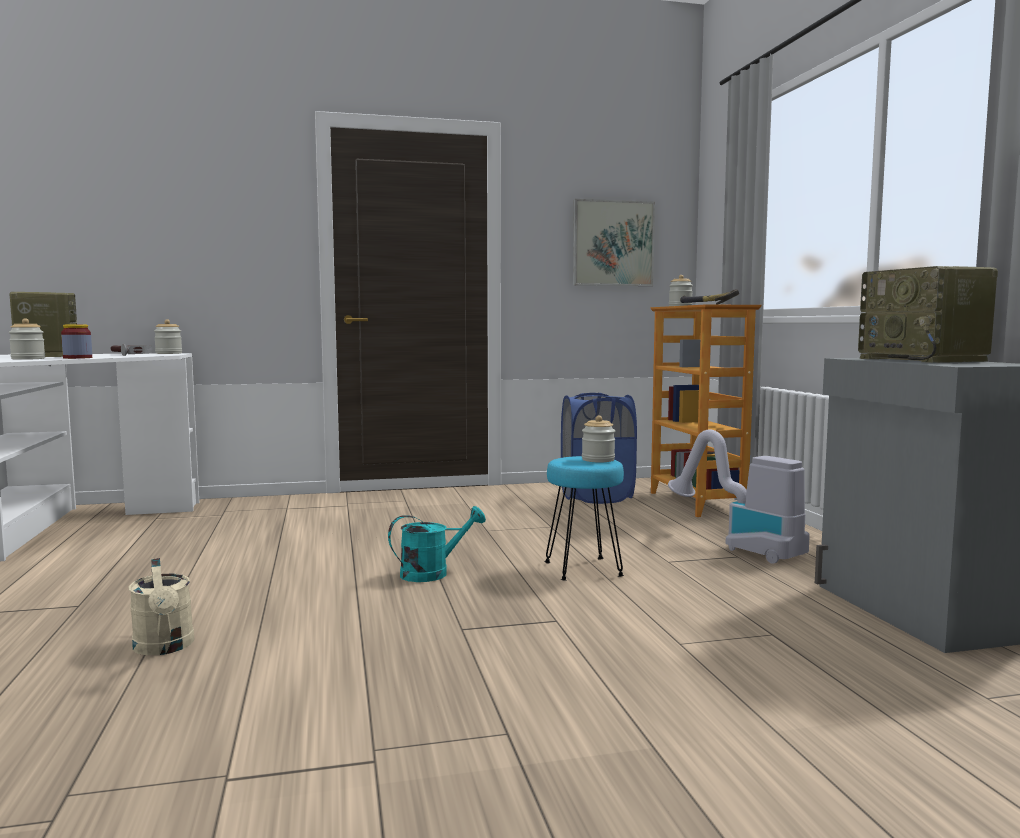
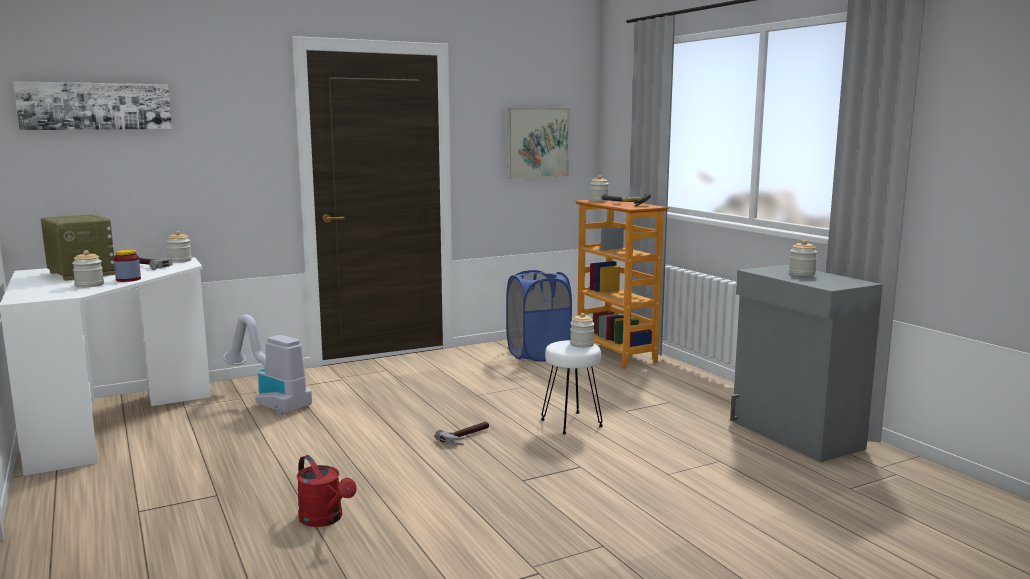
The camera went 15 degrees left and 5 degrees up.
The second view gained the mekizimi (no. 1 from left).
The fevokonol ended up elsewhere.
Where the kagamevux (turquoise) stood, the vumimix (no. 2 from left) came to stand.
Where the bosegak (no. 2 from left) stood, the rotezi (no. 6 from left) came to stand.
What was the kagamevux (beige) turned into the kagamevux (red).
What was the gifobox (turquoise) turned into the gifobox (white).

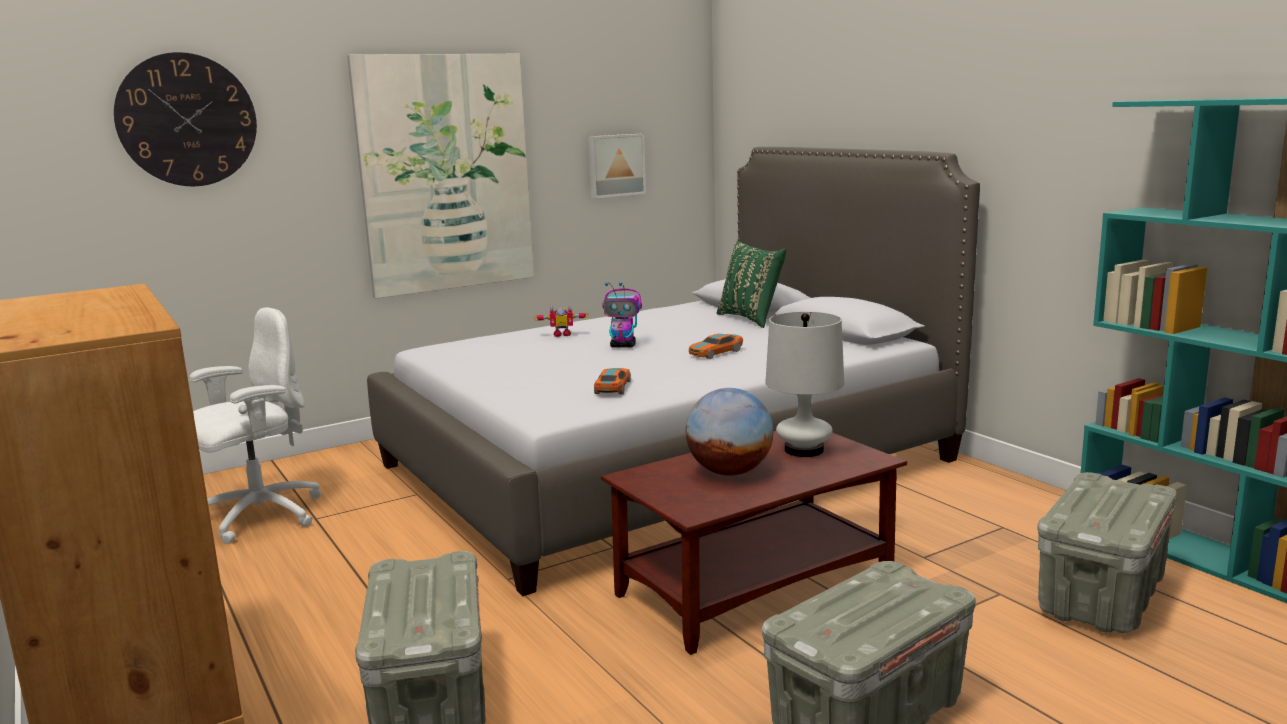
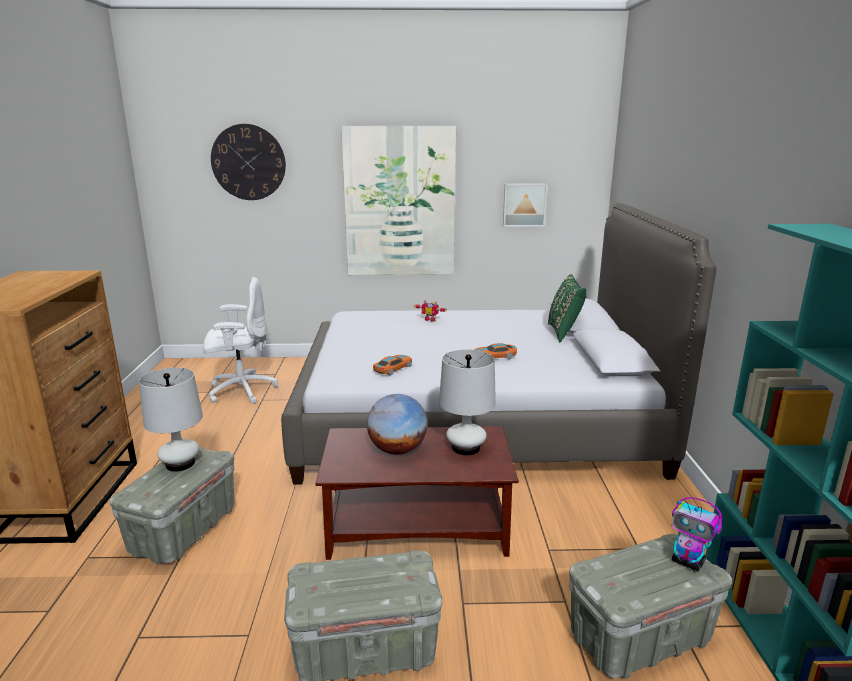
The camera went 30 degrees right and 5 degrees up.
The second view gained the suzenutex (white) (no. 1 from left).
The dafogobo (no. 2 from left) ended up elsewhere.

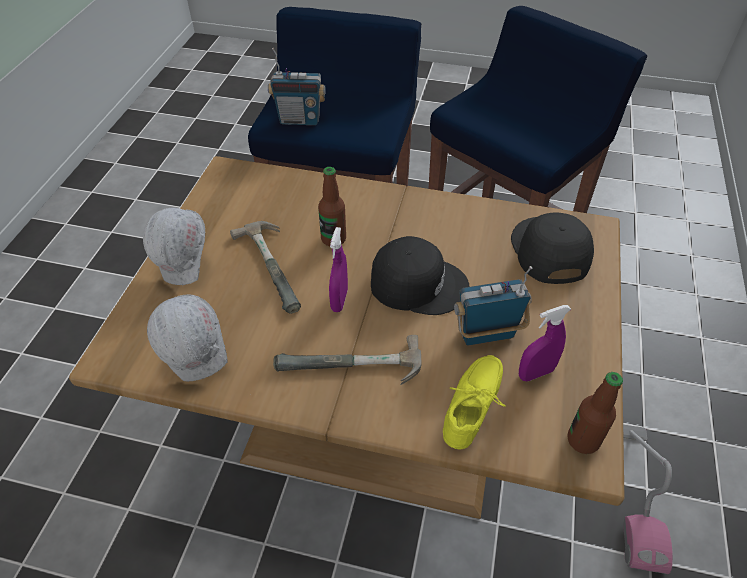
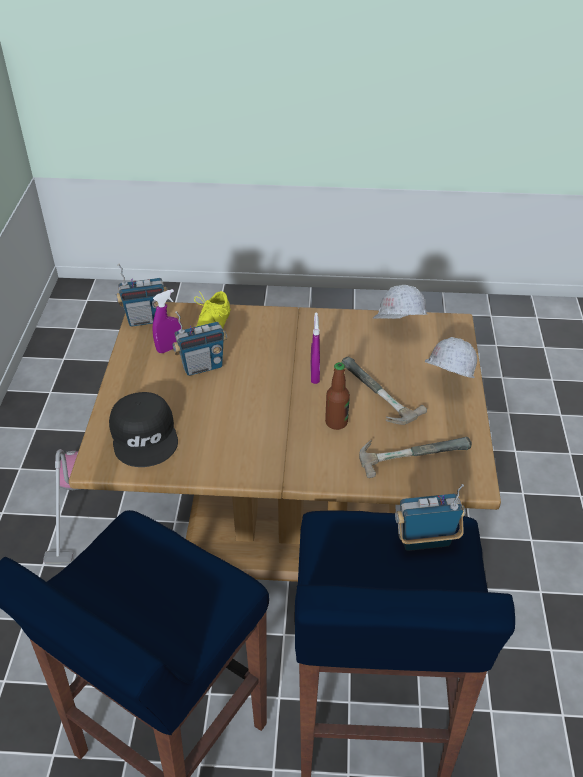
The camera went 170 degrees right and 5 degrees down.
The second view lost the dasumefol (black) (no. 1 from left).
The vumimix (no. 2 from left) ended up elsewhere.
Where the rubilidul (no. 2 from left) stood, the bosegak (no. 1 from left) came to stand.

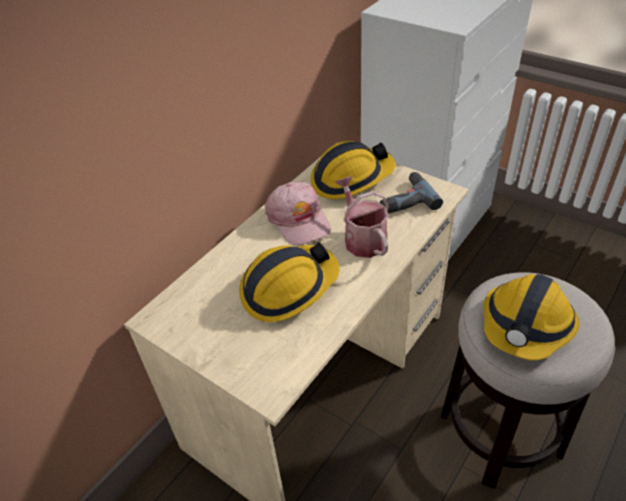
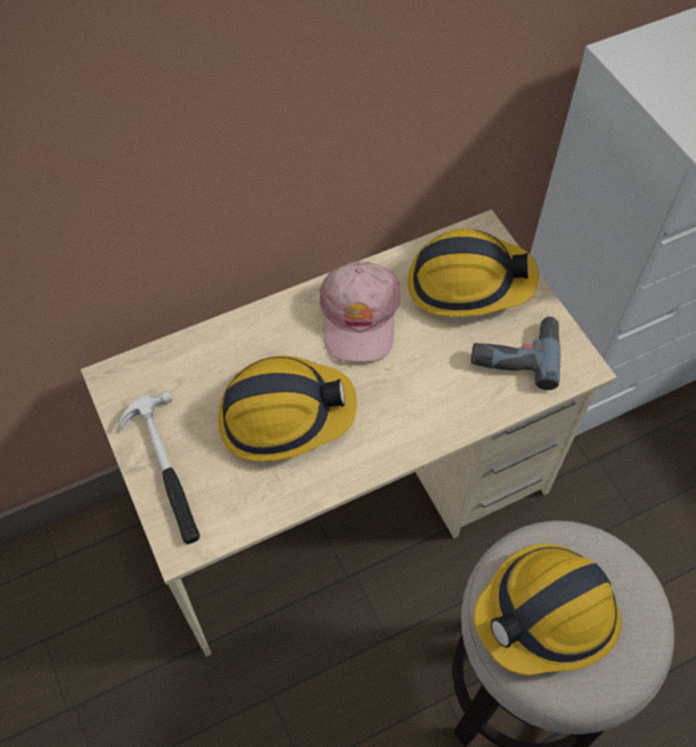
The camera went 25 degrees right and 15 degrees up.
The second view lost the kagamevux.
The second view gained the vumimix.

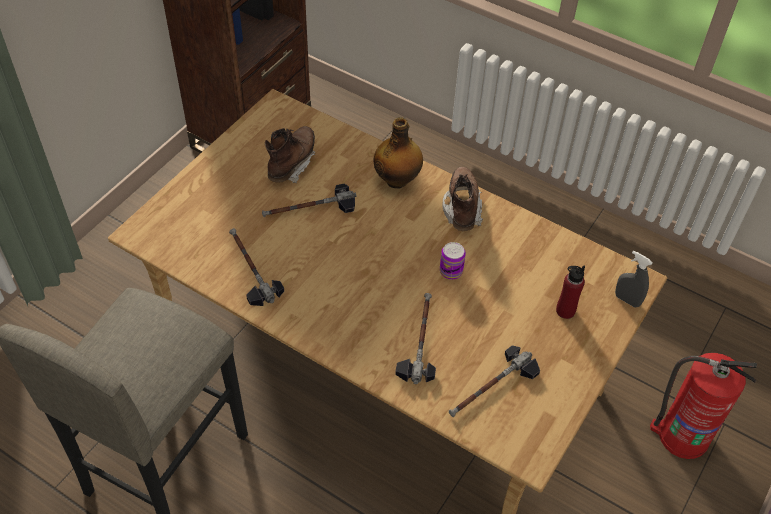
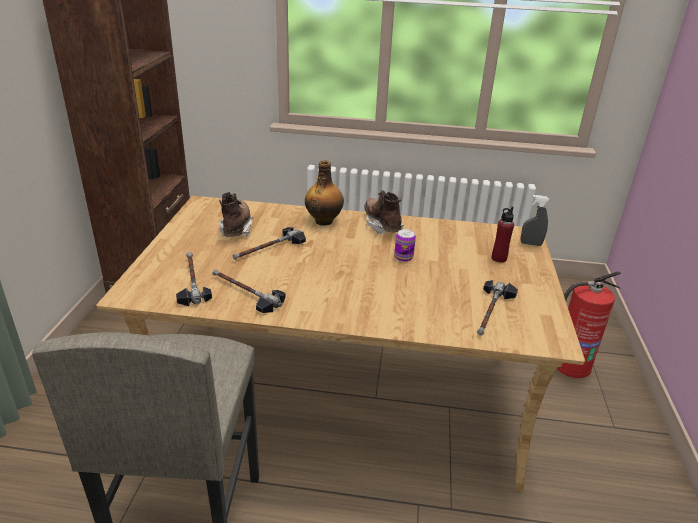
The camera went 25 degrees left and 20 degrees down.
The vumimix (no. 3 from left in the first image) ended up elsewhere.

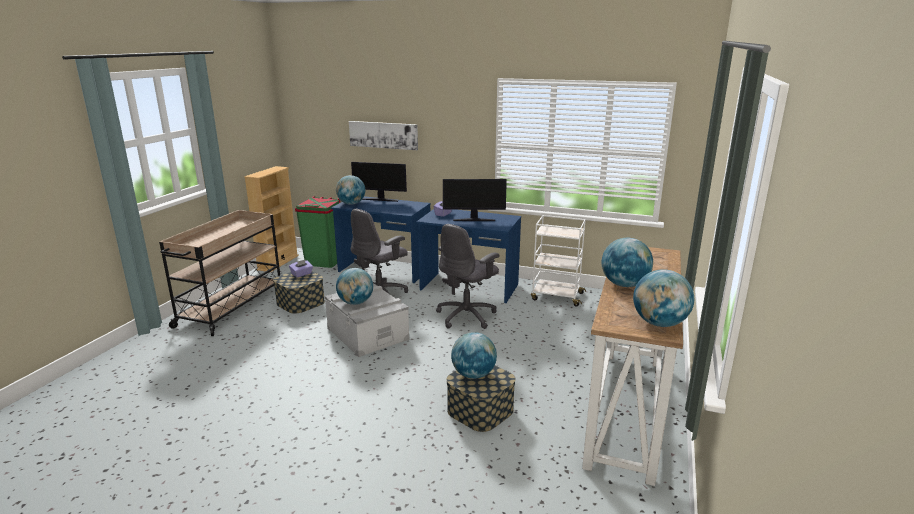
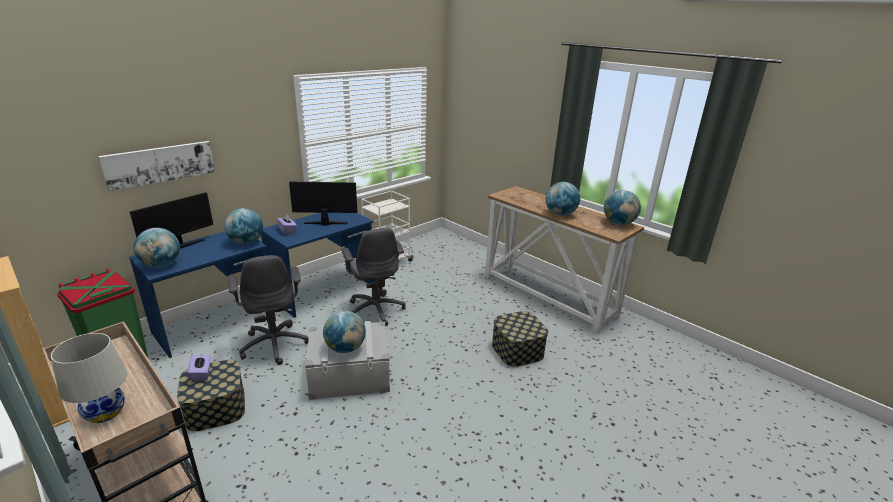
The camera went 65 degrees left and 5 degrees up.
The second view gained the suzenutex (white).
The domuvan (no. 3 from left in the first image) ended up elsewhere.
The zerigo (no. 2 from left) ended up facing another way, 120 degrees counterclockwise from before.

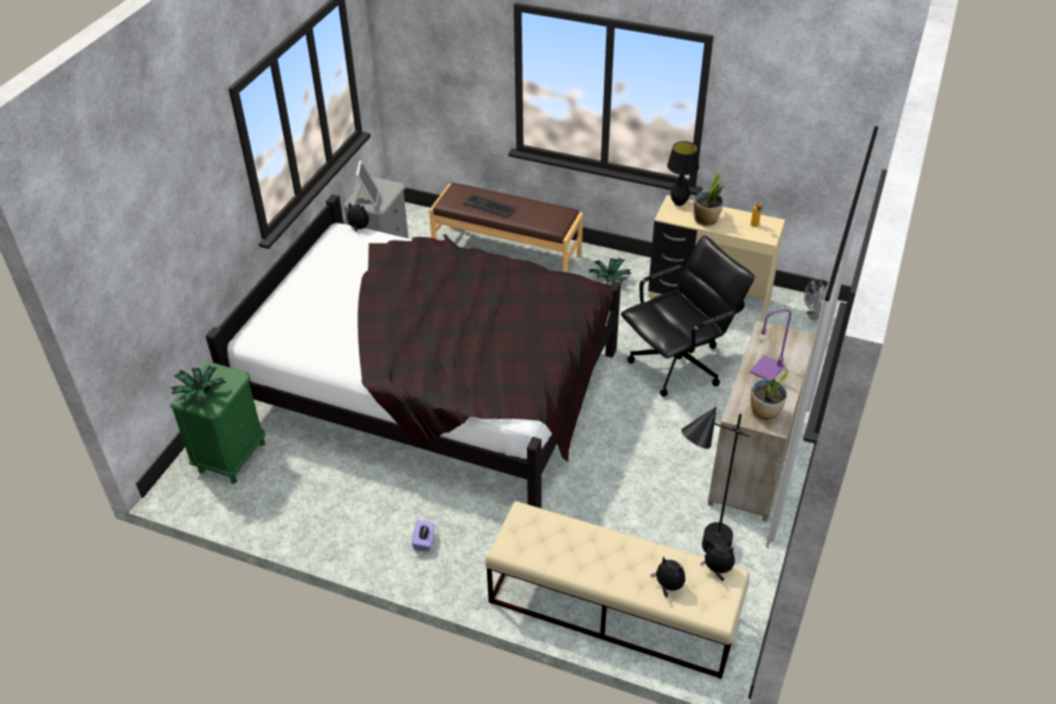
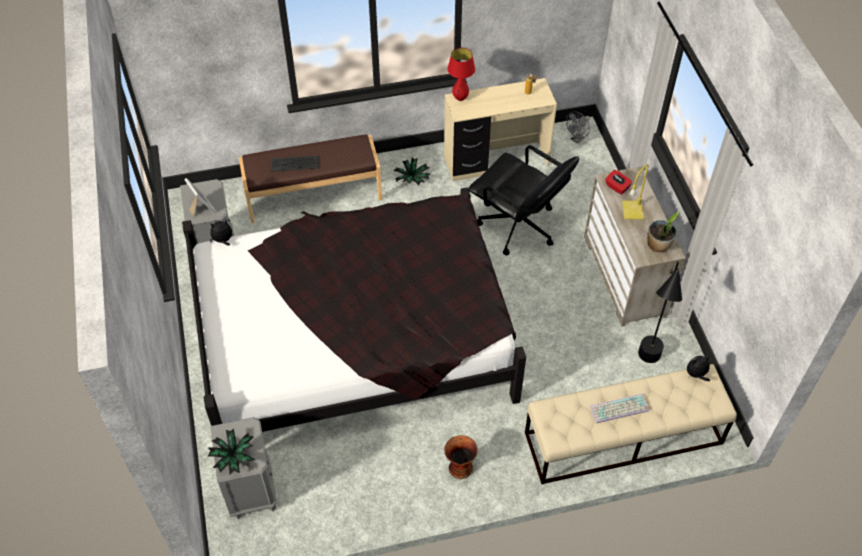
The camera went 35 degrees left and 10 degrees up.
The second view lost the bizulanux (no. 2 from left).
The second view lost the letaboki (no. 3 from left).
The second view gained the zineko (no. 2 from left).
The second view gained the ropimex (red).
Where the ropimex (purple) stood, the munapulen came to stand.
What was the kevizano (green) turned into the kevizano (grey) (no. 2 from left).
What was the suzenutex (black) turned into the suzenutex (red).
What was the suzenutex (purple) turned into the suzenutex (yellow).
The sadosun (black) ended up facing another way, 105 degrees clockwise from before.

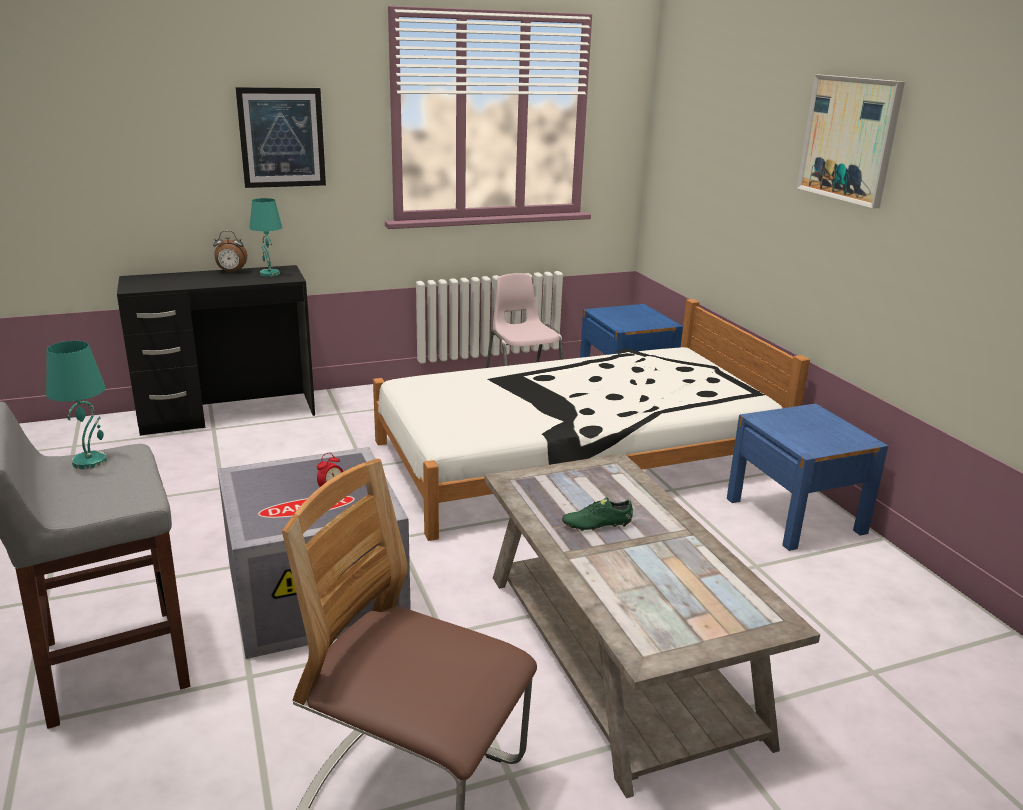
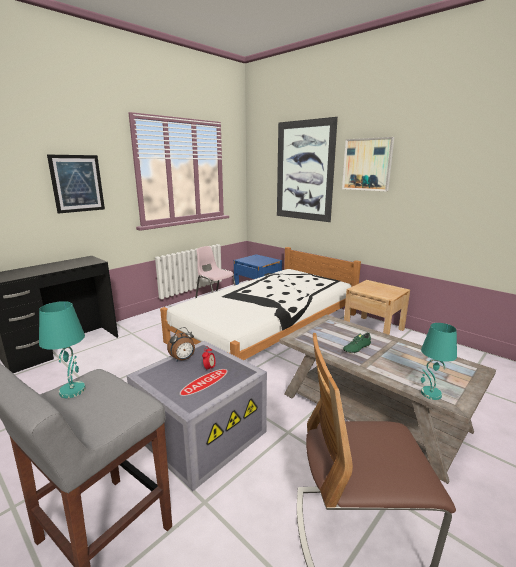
The camera went 25 degrees left and 5 degrees down.
The second view gained the mekizimi (no. 2 from left).
The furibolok (no. 1 from left) ended up elsewhere.
The suzenutex (turquoise) (no. 2 from left) ended up elsewhere.
What was the kevizano (blue) (no. 2 from left) turned into the kevizano (beige).

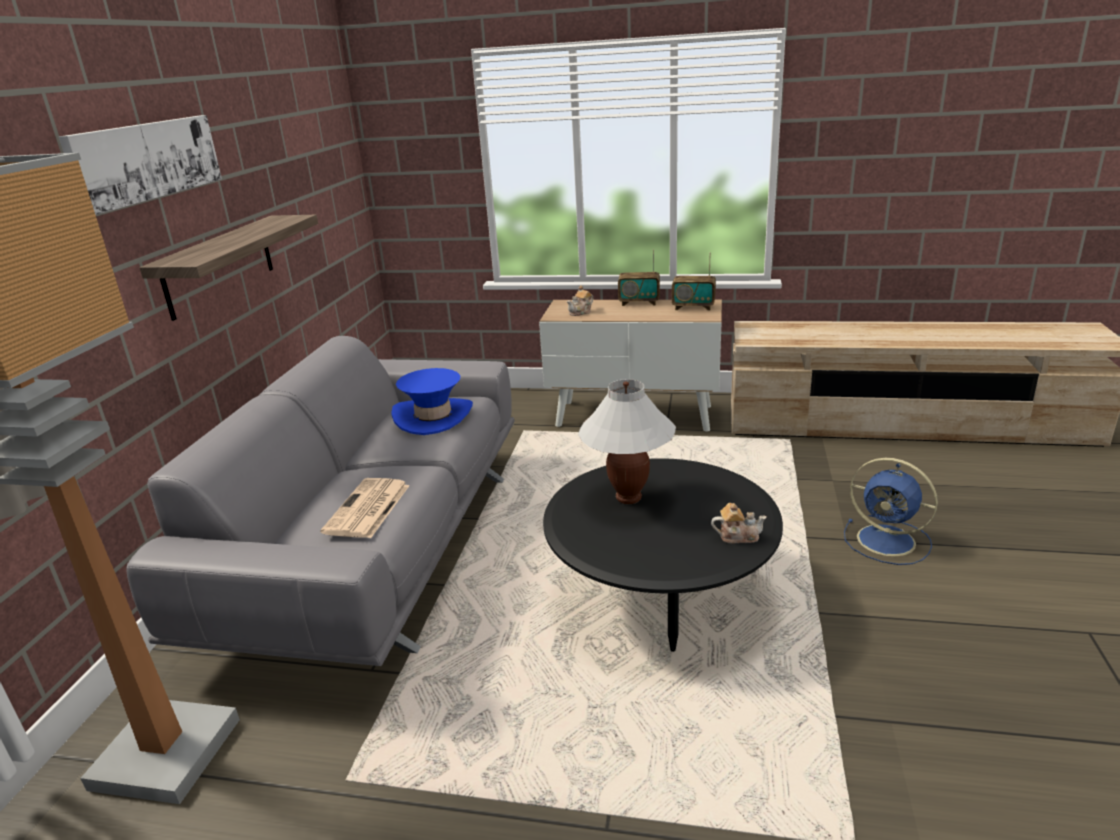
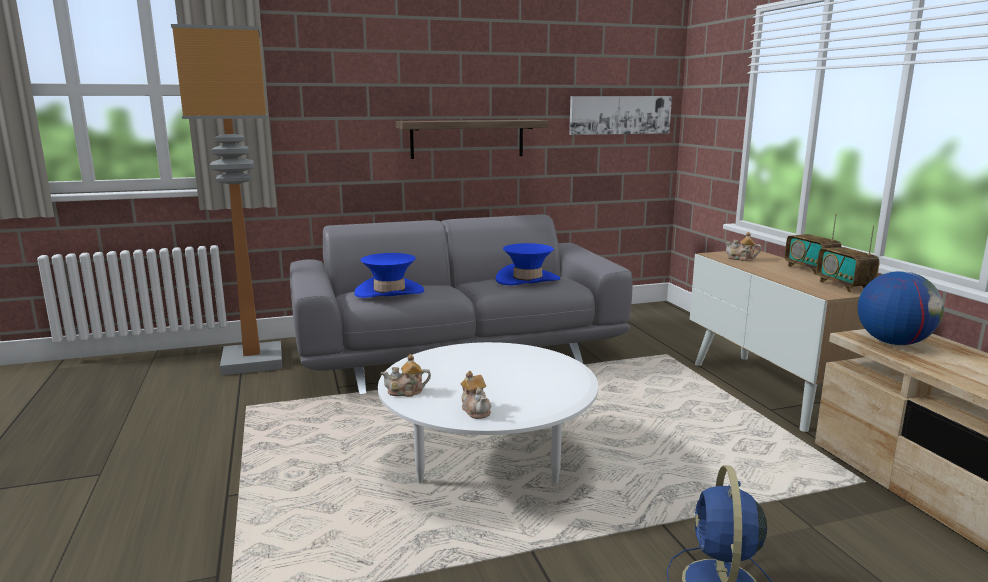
The camera went 60 degrees right and 10 degrees down.
The second view lost the suzenutex (white).
The second view gained the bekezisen (no. 1 from left).
The second view gained the domuvan.
The mekizimi ended up elsewhere.
Where the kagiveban stood, the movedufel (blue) (no. 1 from left) came to stand.
What was the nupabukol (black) turned into the nupabukol (white).

